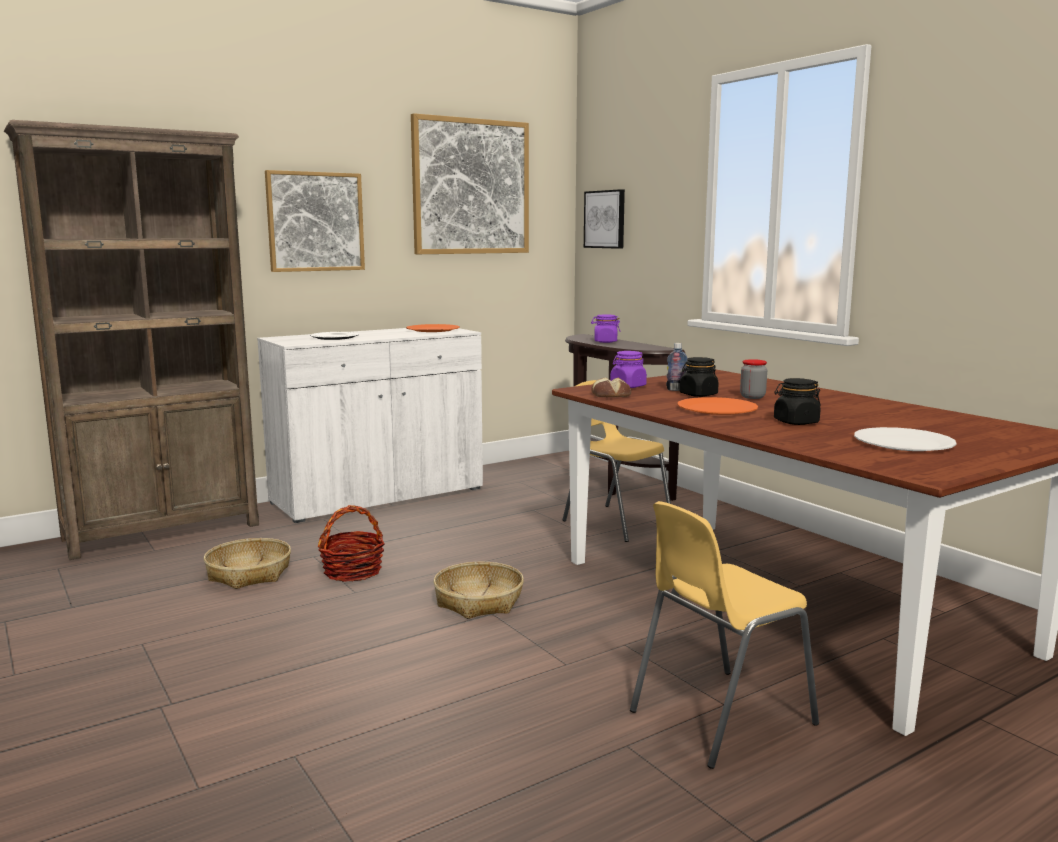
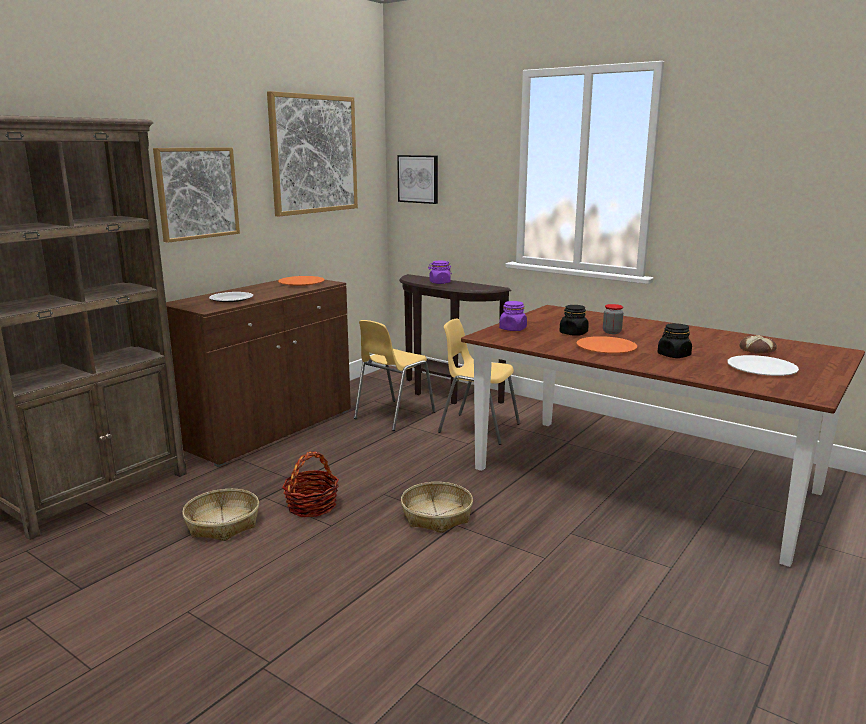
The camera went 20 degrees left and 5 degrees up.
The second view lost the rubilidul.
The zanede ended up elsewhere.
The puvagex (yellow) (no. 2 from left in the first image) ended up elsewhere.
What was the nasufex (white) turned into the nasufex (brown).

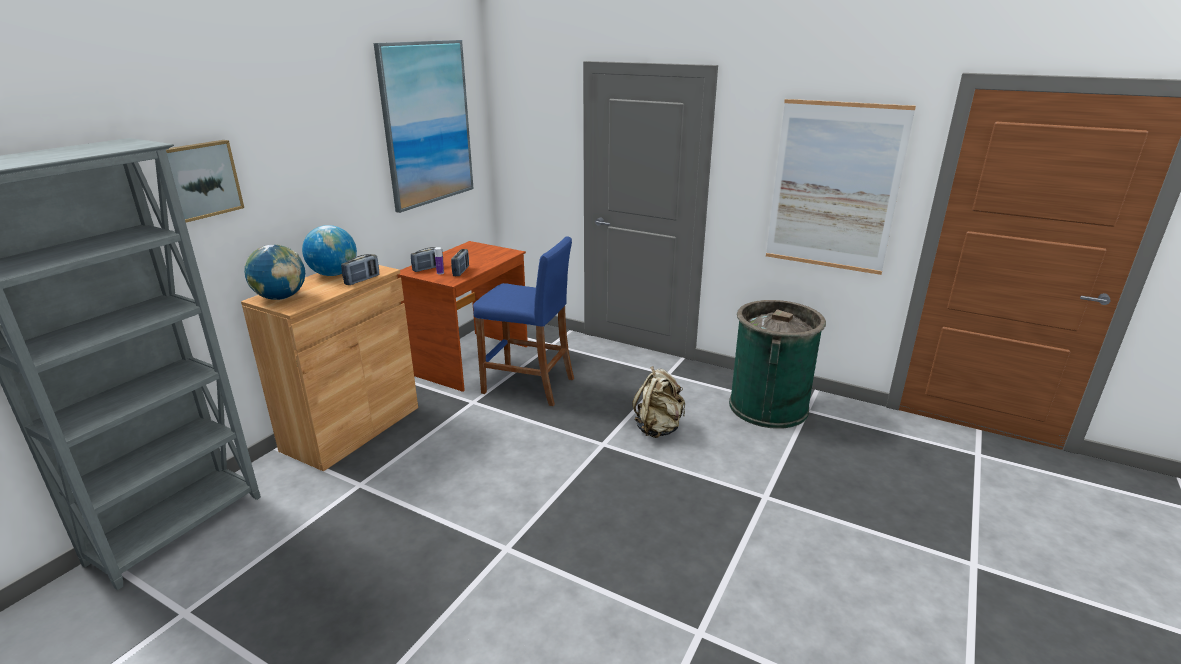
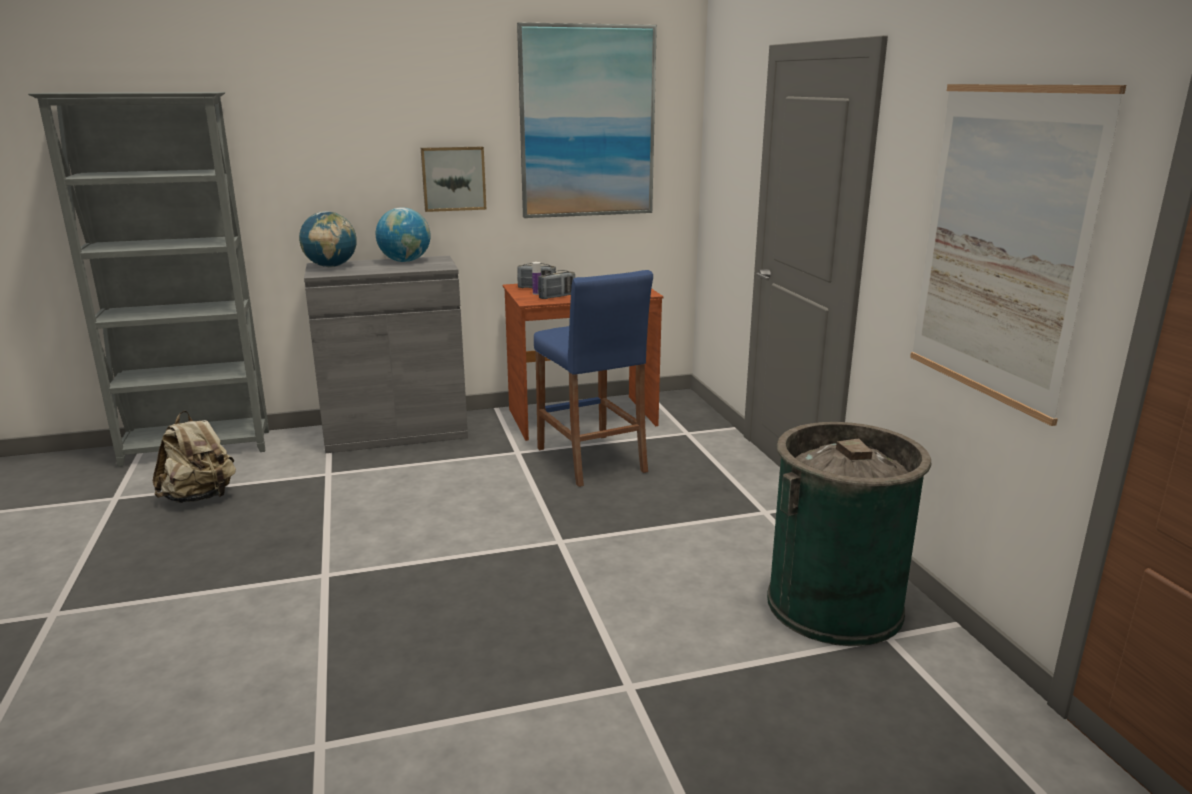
The camera went 45 degrees right and 5 degrees down.
The second view lost the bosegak (no. 1 from left).
The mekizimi (no. 1 from left) ended up elsewhere.
The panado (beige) ended up elsewhere.
What was the nasufex (brown) turned into the nasufex (grey).

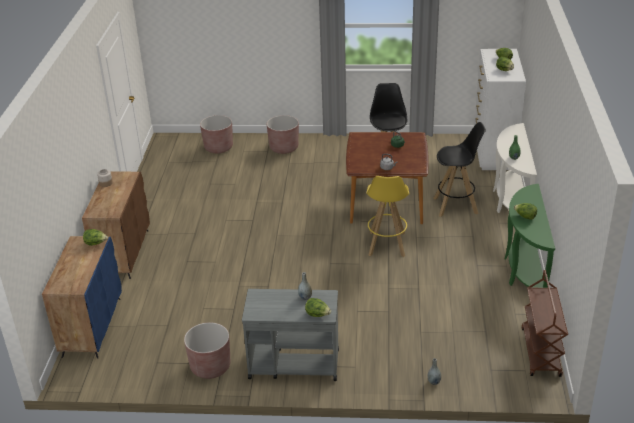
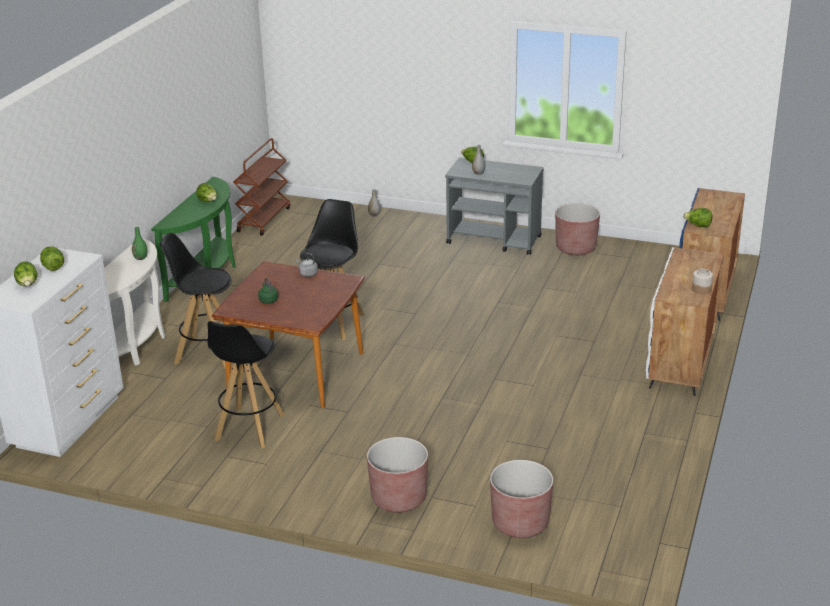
The camera went 165 degrees left and 5 degrees down.
What was the nasufex (brown) turned into the nasufex (white).
What was the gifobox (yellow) turned into the gifobox (black) (no. 3 from left).

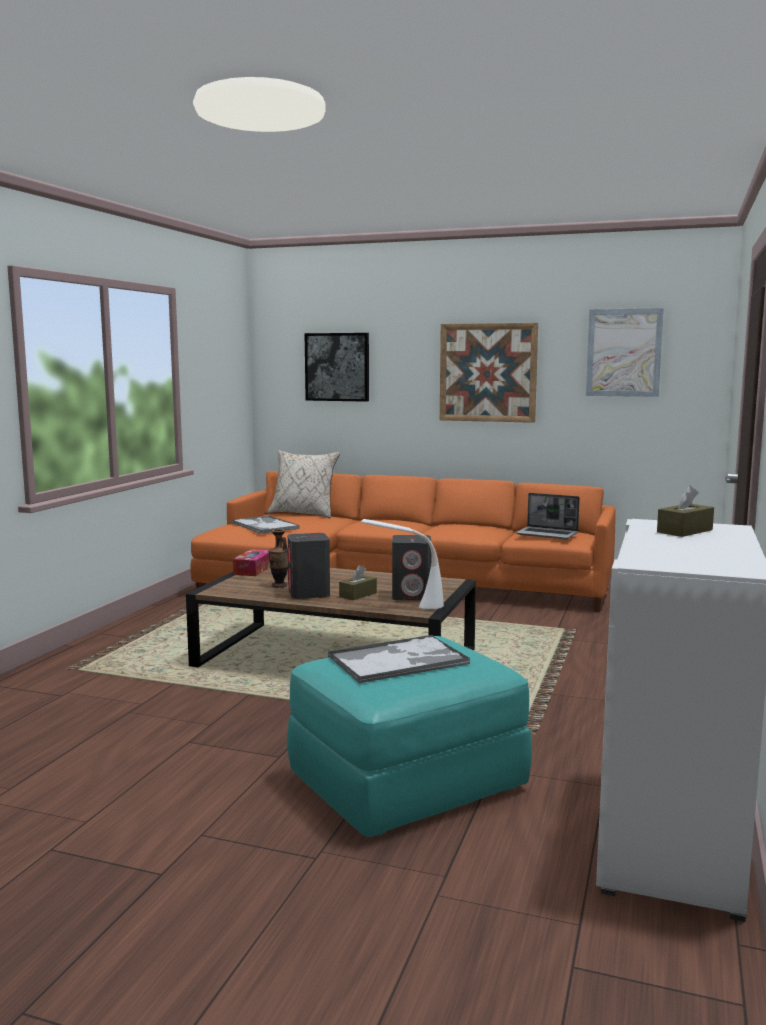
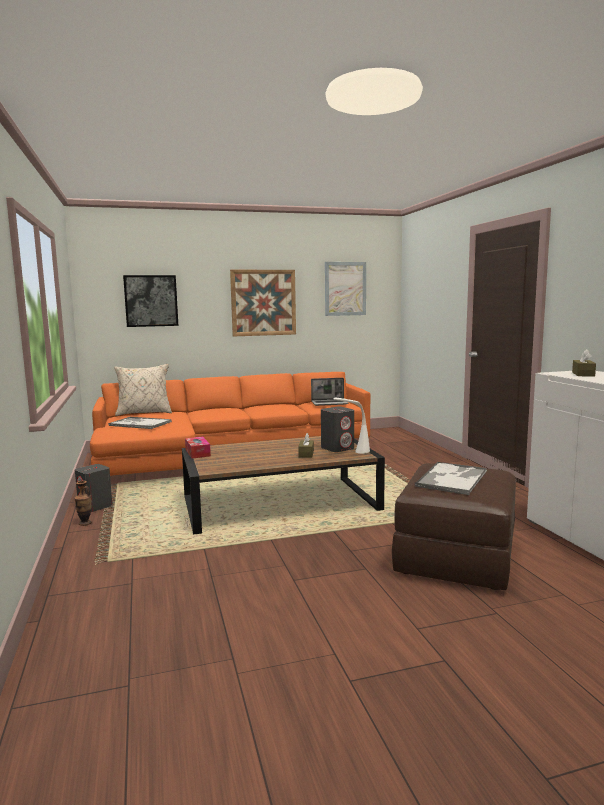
The camera went 35 degrees left and 0 degrees up.
The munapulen ended up elsewhere.
The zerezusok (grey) (no. 1 from left) ended up elsewhere.
What was the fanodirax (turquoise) turned into the fanodirax (brown).

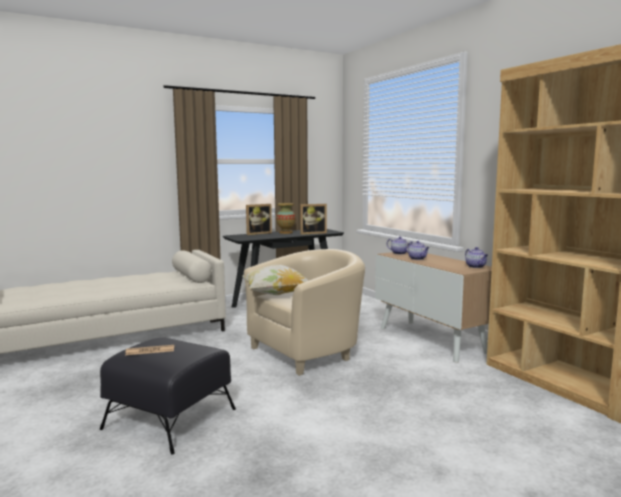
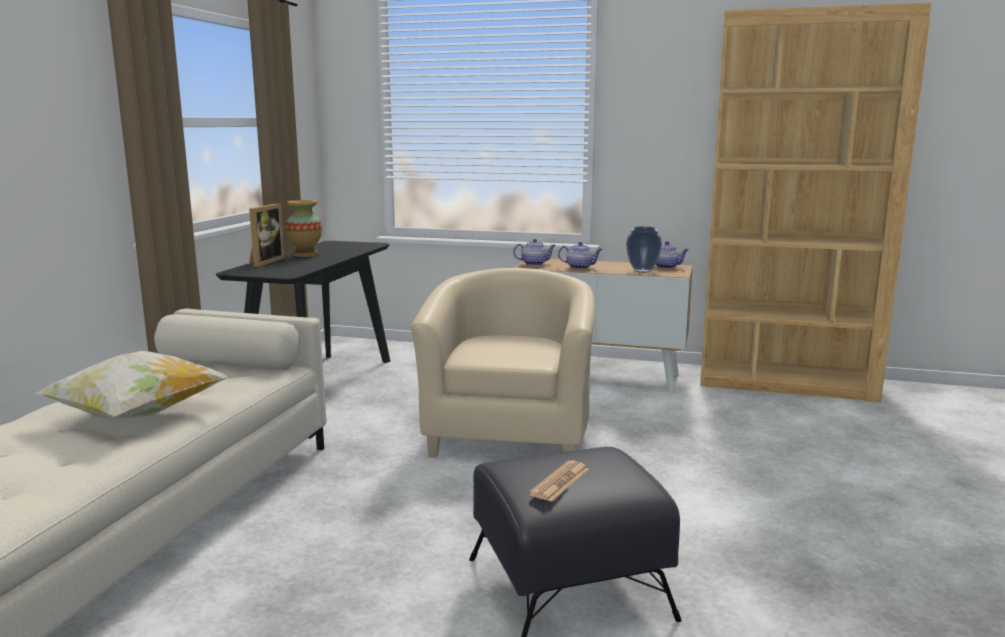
The camera went 45 degrees left and 5 degrees up.
The second view lost the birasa (no. 2 from left).
The second view gained the munapulen (no. 2 from left).
The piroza ended up elsewhere.

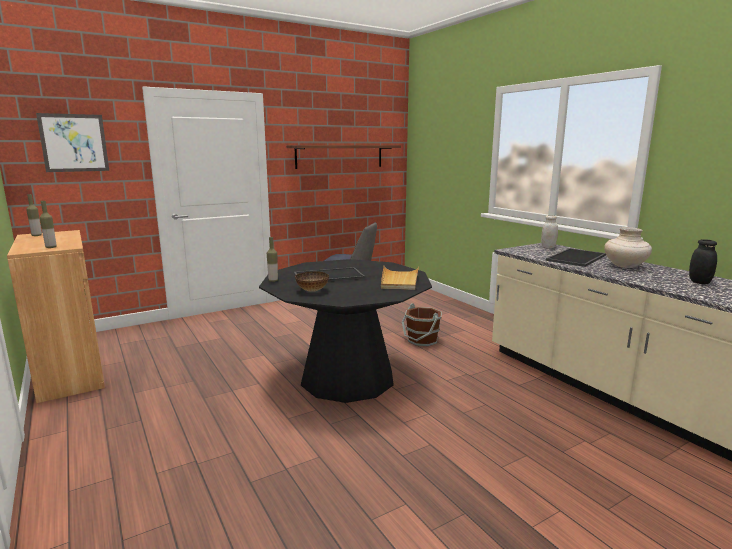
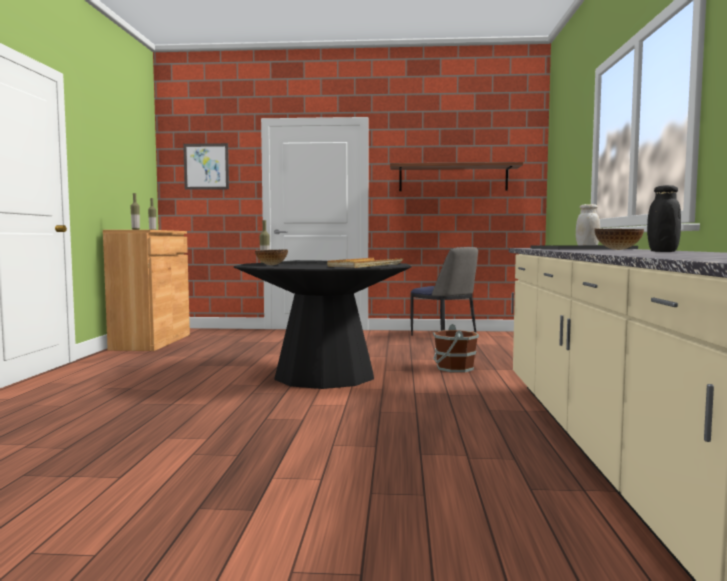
The camera went 35 degrees right and 10 degrees down.
Where the munapulen (beige) stood, the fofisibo (no. 2 from left) came to stand.

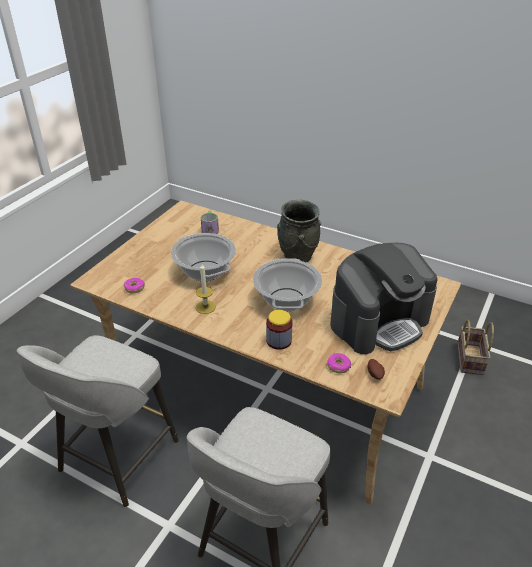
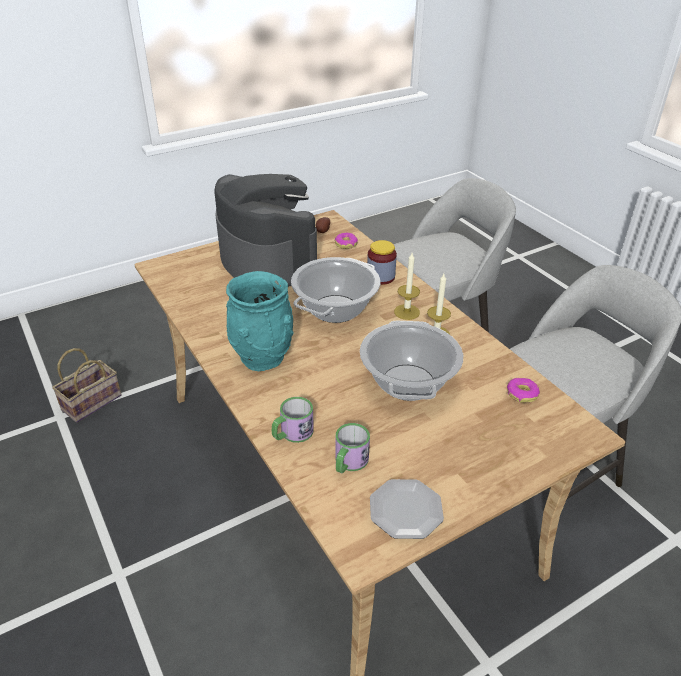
The camera went 150 degrees left and 0 degrees up.
The second view gained the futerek (no. 1 from left).
The second view gained the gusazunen.
The second view gained the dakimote (no. 1 from left).
What was the munapulen (grey) turned into the munapulen (turquoise).
The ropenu ended up facing another way, 60 degrees clockwise from before.

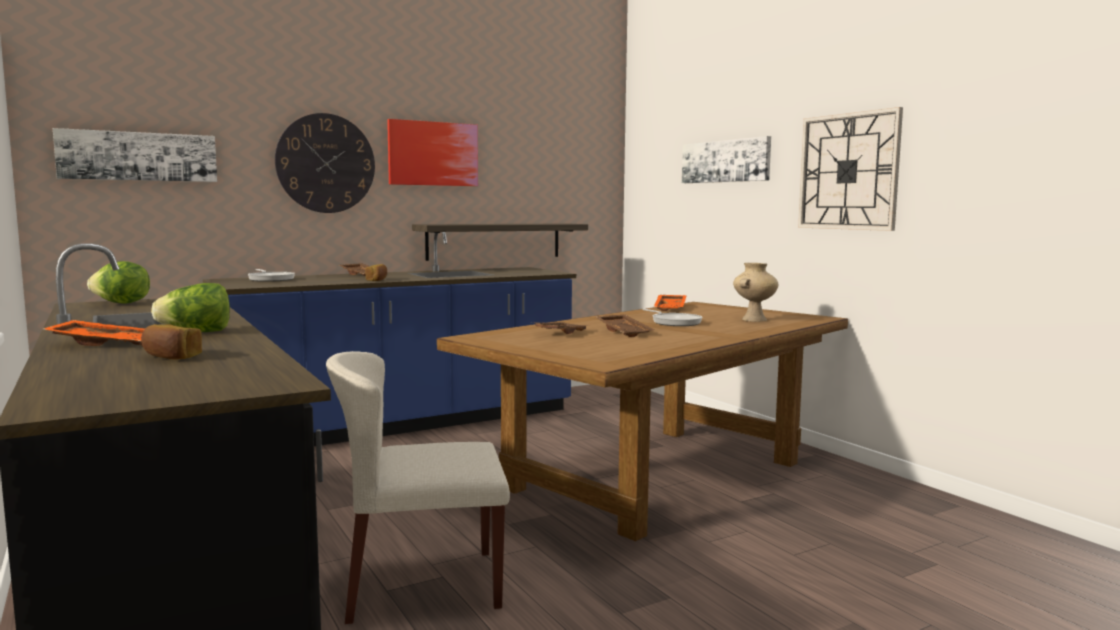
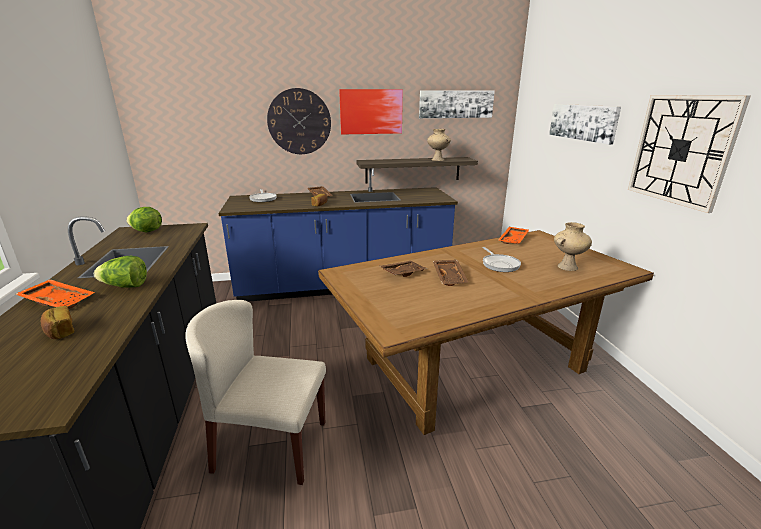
The camera went 20 degrees right and 15 degrees up.
The second view gained the munapulen (beige) (no. 1 from left).
The mekizimi (no. 1 from left in the first image) ended up elsewhere.

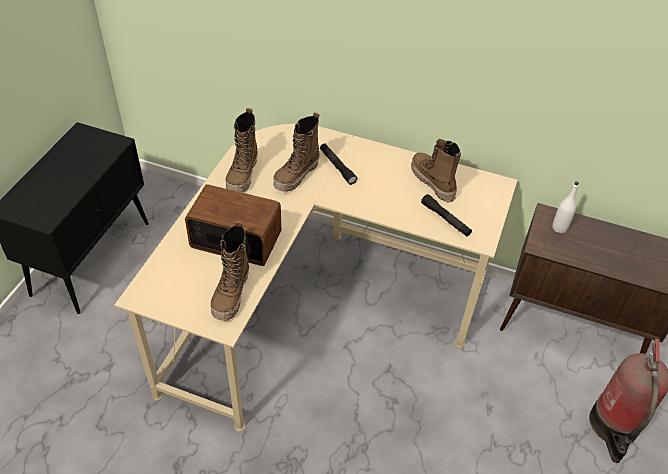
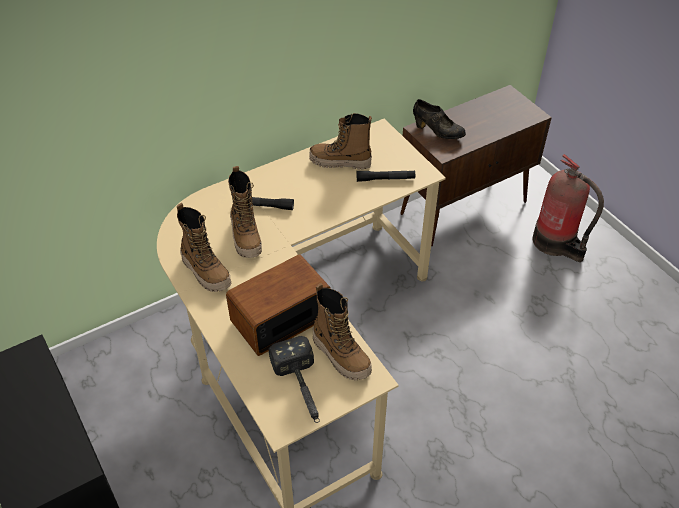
The camera went 50 degrees left and 0 degrees up.
The second view gained the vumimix.
Where the rubilidul (white) stood, the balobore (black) came to stand.

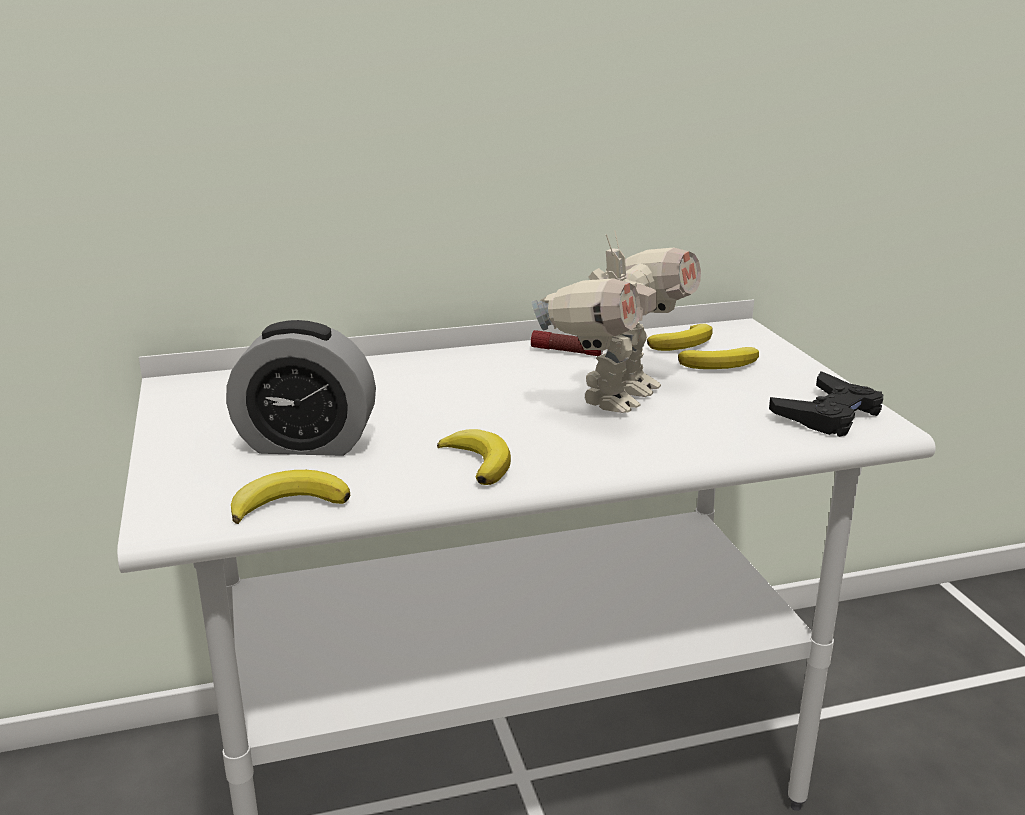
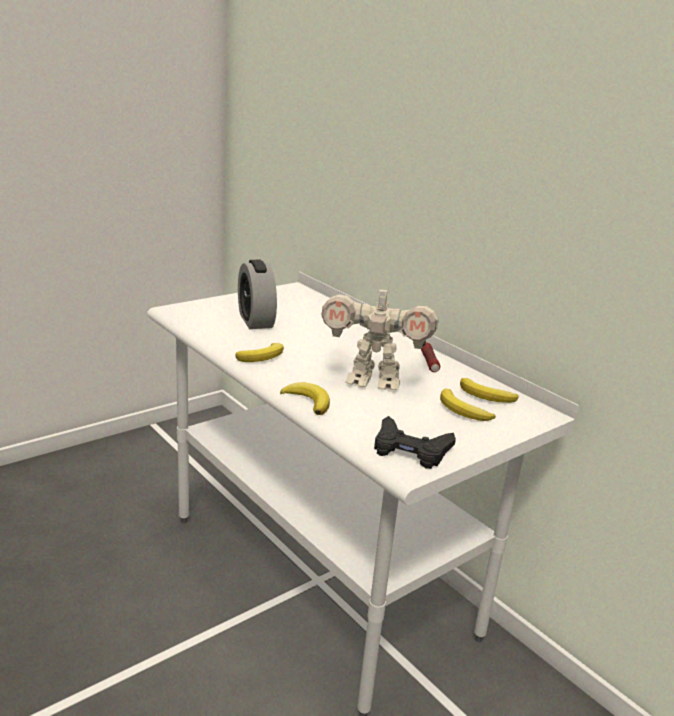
The camera went 65 degrees right and 0 degrees up.
The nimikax (no. 1 from left in the first image) ended up elsewhere.

